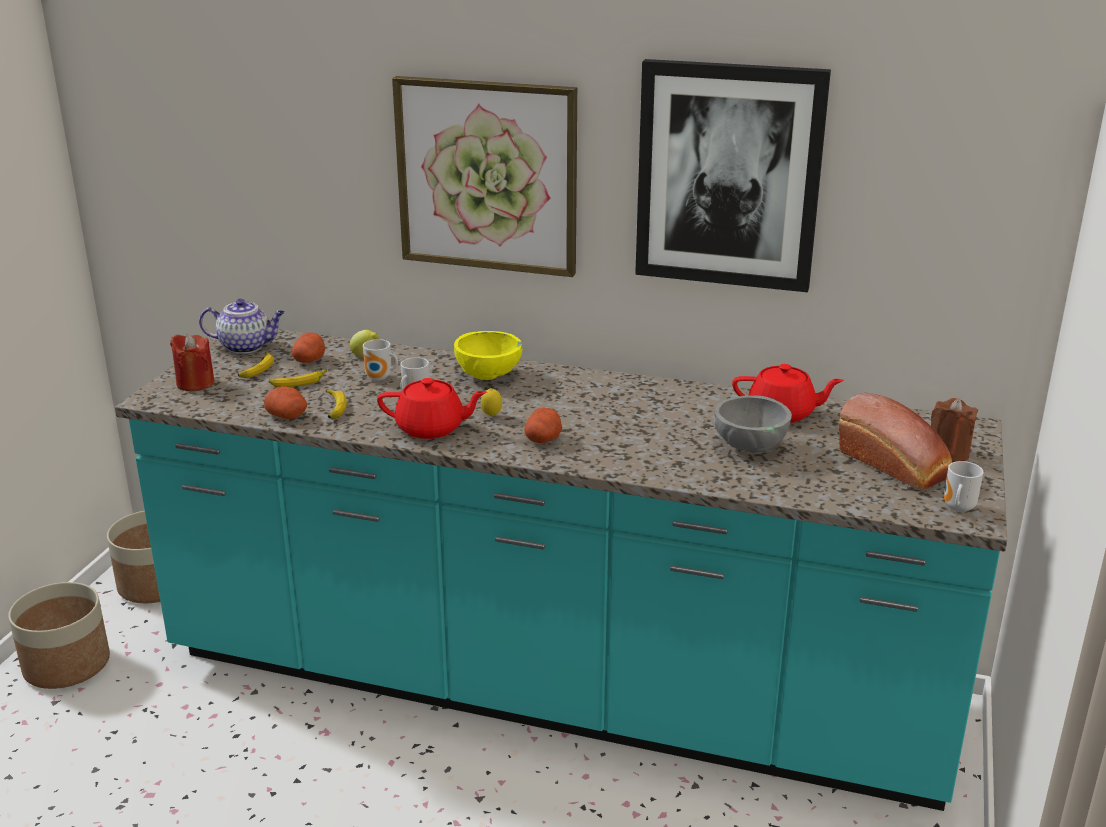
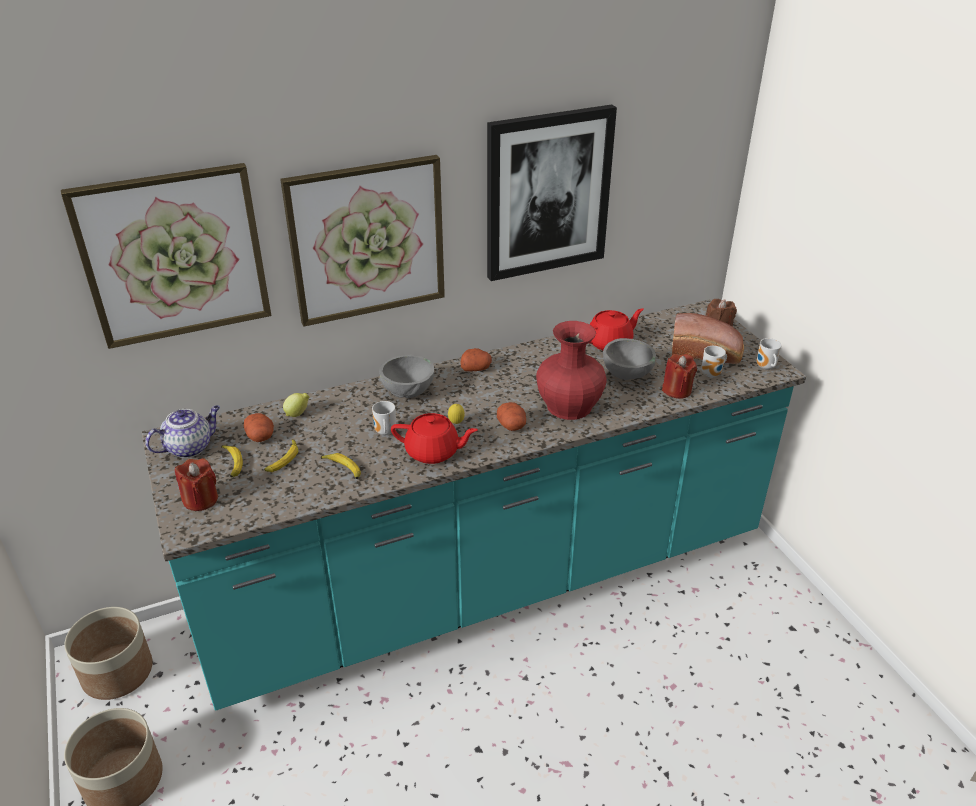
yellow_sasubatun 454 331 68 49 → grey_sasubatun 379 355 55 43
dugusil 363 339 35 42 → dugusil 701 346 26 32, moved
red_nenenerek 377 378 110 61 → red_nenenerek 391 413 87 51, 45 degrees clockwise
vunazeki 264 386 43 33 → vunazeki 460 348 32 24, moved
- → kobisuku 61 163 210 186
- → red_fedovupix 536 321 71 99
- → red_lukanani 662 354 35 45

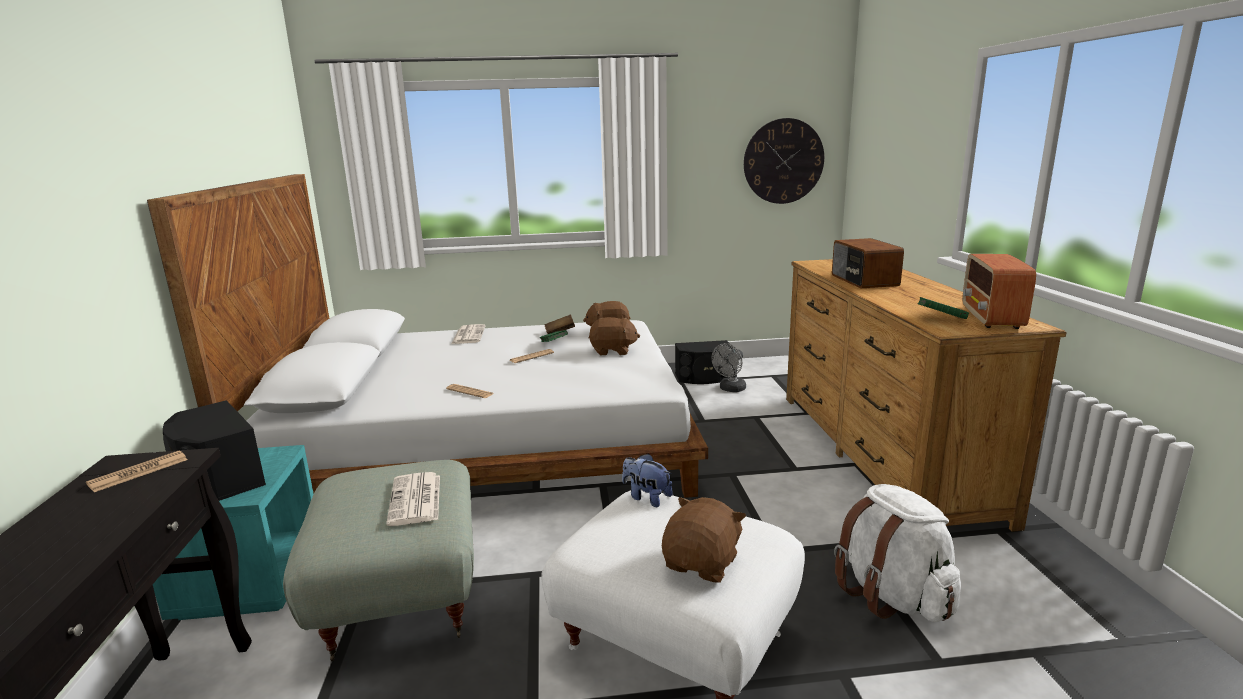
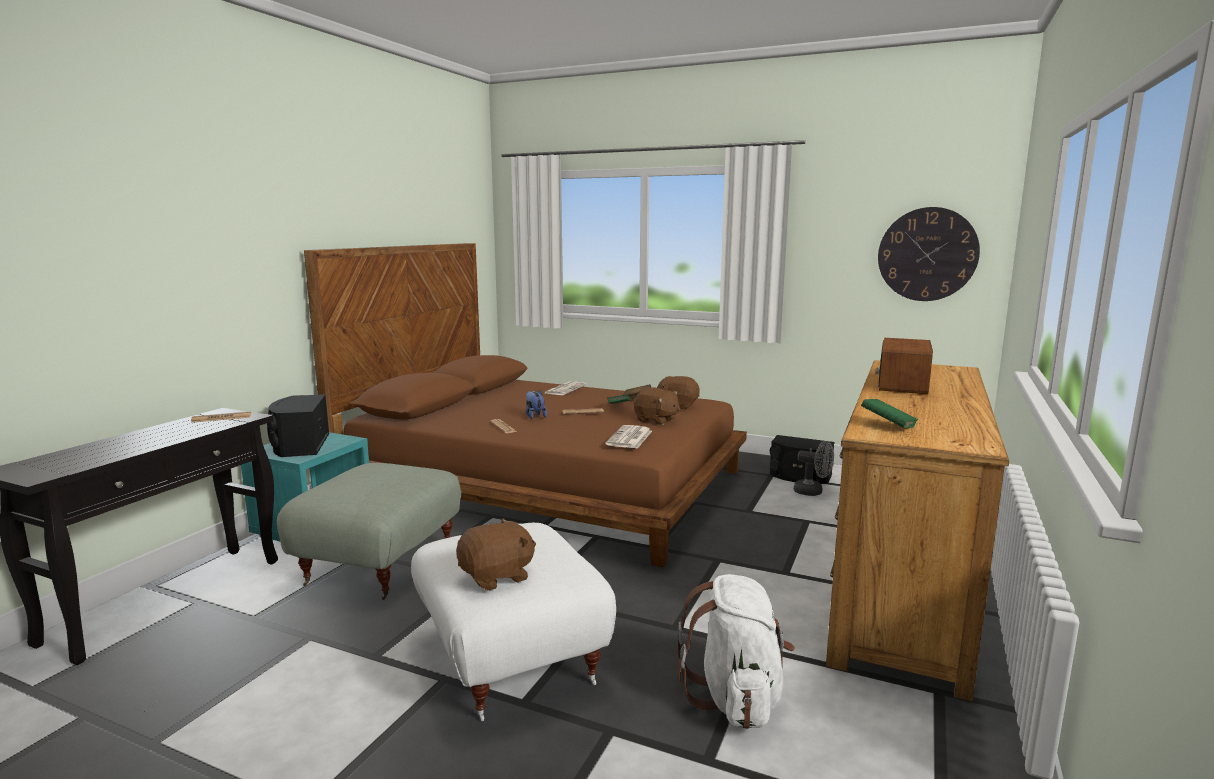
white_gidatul 147 174 561 324 → brown_gidatul 304 243 443 324
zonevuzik 962 254 74 75 → -
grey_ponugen 712 343 34 49 → grey_ponugen 794 441 40 55, 135 degrees counterclockwise
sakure 622 453 51 54 → sakure 526 390 21 29, moved
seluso 386 472 54 54 → seluso 605 425 47 24, moved

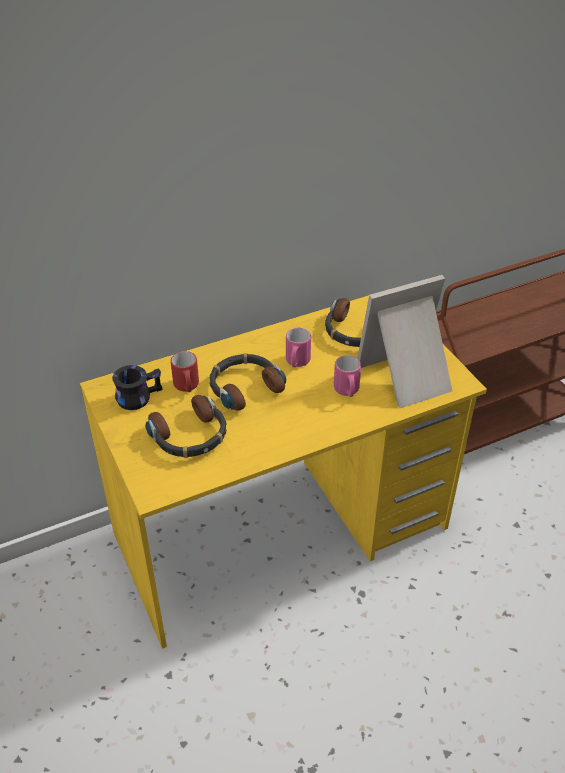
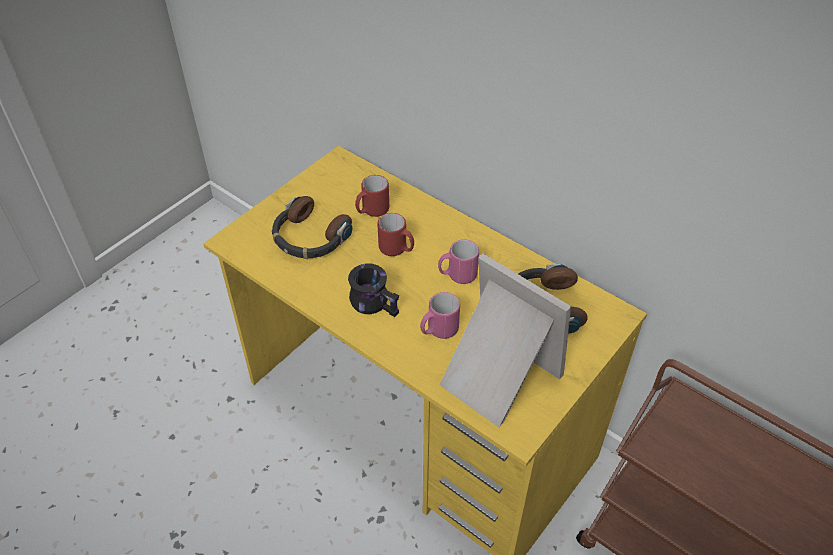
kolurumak 210 353 76 58 → red_dugusil 378 213 36 43
black_dugusil 112 365 50 45 → black_dugusil 348 264 51 53, moved

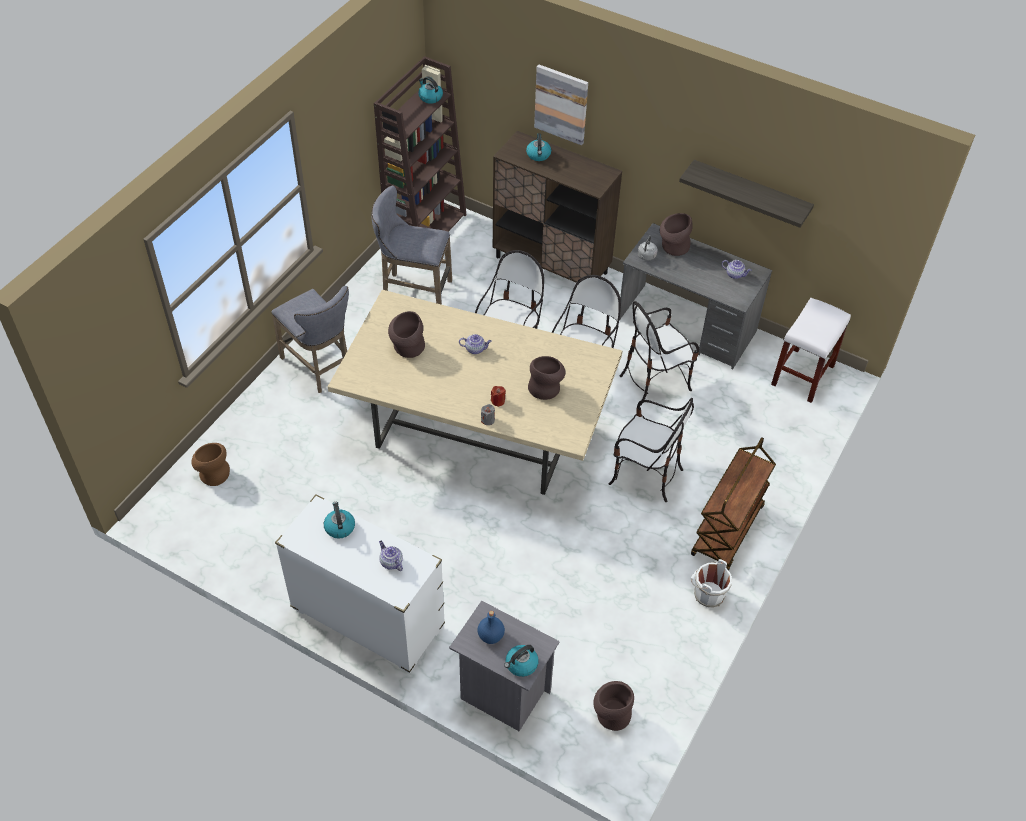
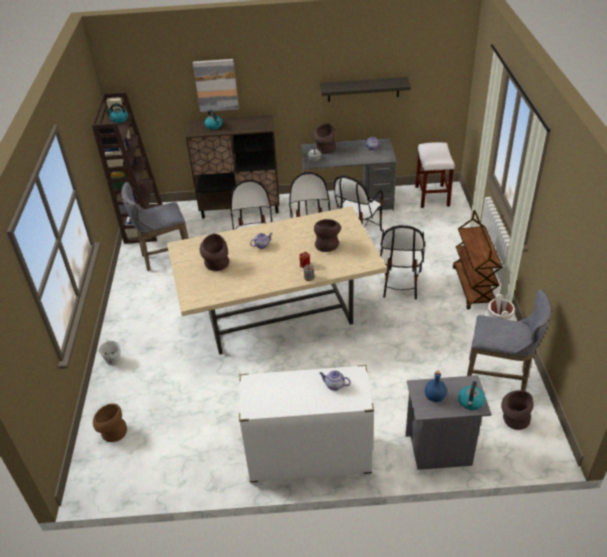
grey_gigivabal 271 286 78 107 → grey_gigivabal 467 290 85 101, moved
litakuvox 609 398 85 104 → litakuvox 380 225 45 75, 105 degrees clockwise
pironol 324 502 31 37 → -
- → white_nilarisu 98 338 23 27

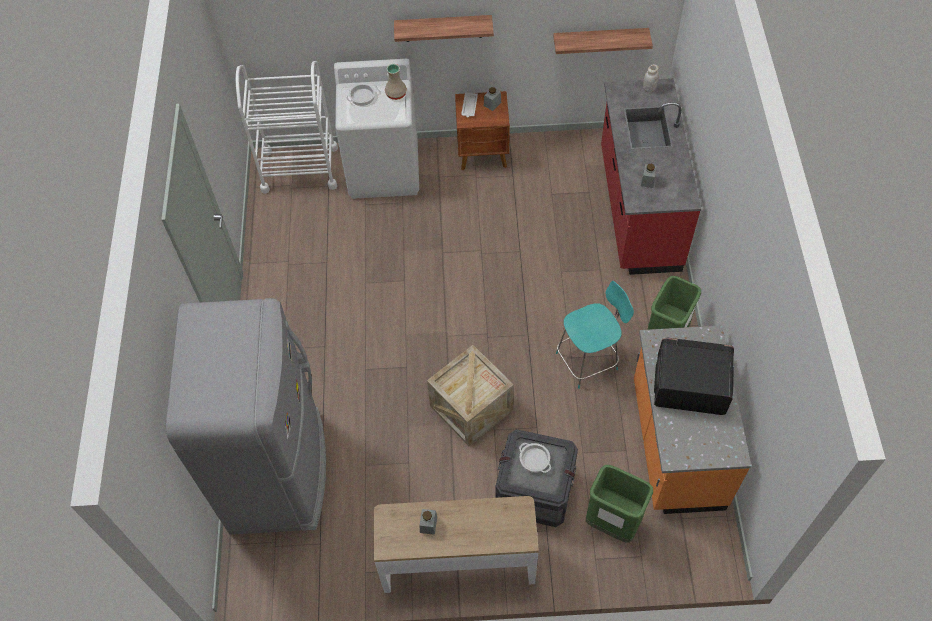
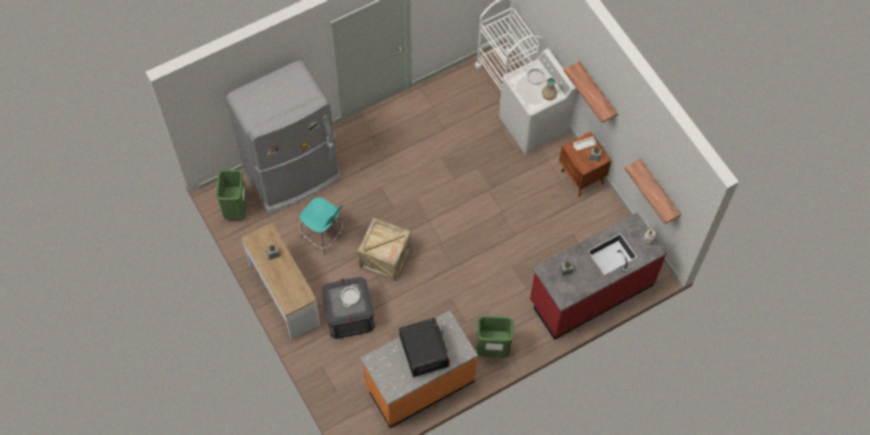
turquoise_gigivabal 556 281 78 108 → turquoise_gigivabal 300 197 44 57, moved
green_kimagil 586 465 67 78 → green_kimagil 216 170 32 50, moved

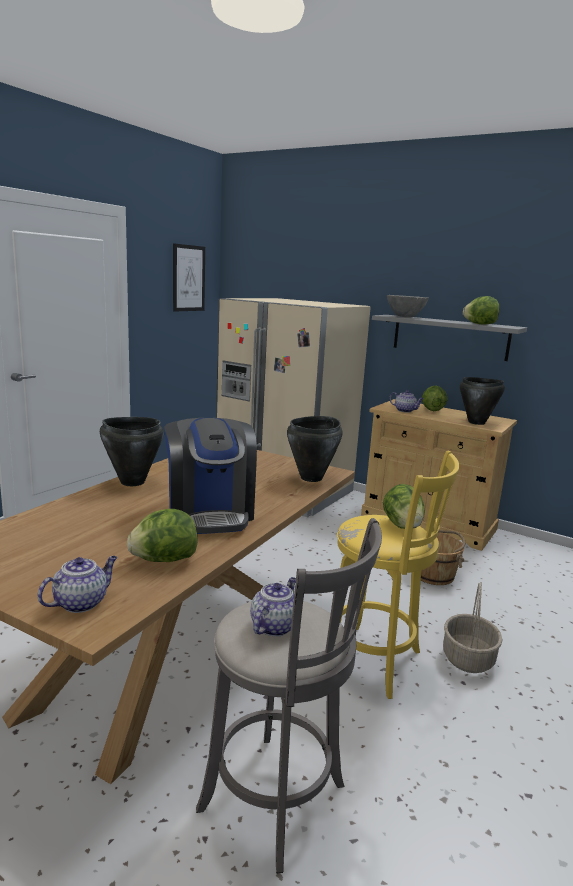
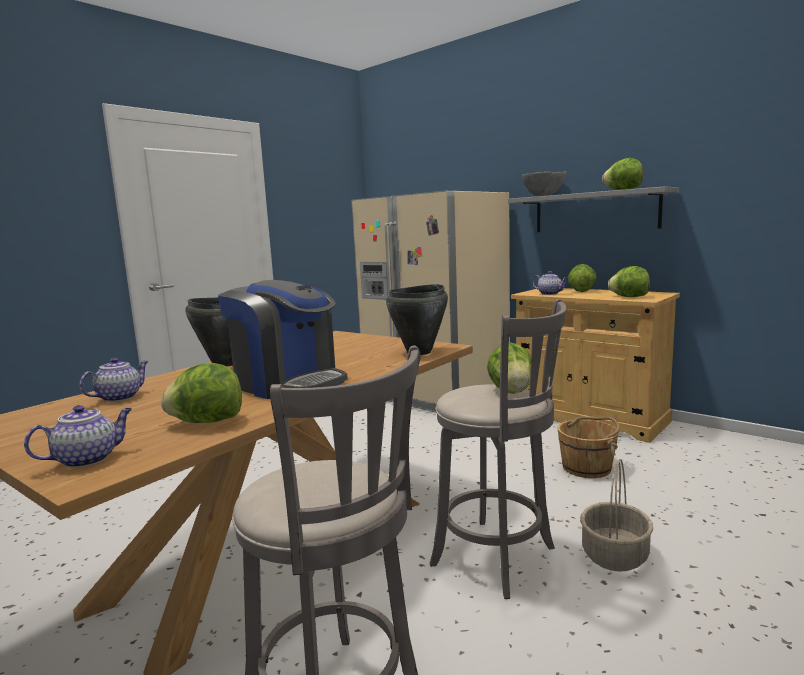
kobisuku 173 243 32 69 → -
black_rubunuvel 460 377 45 48 → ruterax 608 266 42 31
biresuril 164 418 93 116 → biresuril 218 280 130 119, 45 degrees counterclockwise
yellow_gigivabal 337 451 123 248 → grey_gigivabal 430 299 137 300
nenenerek 250 577 46 60 → nenenerek 79 358 70 44, moved

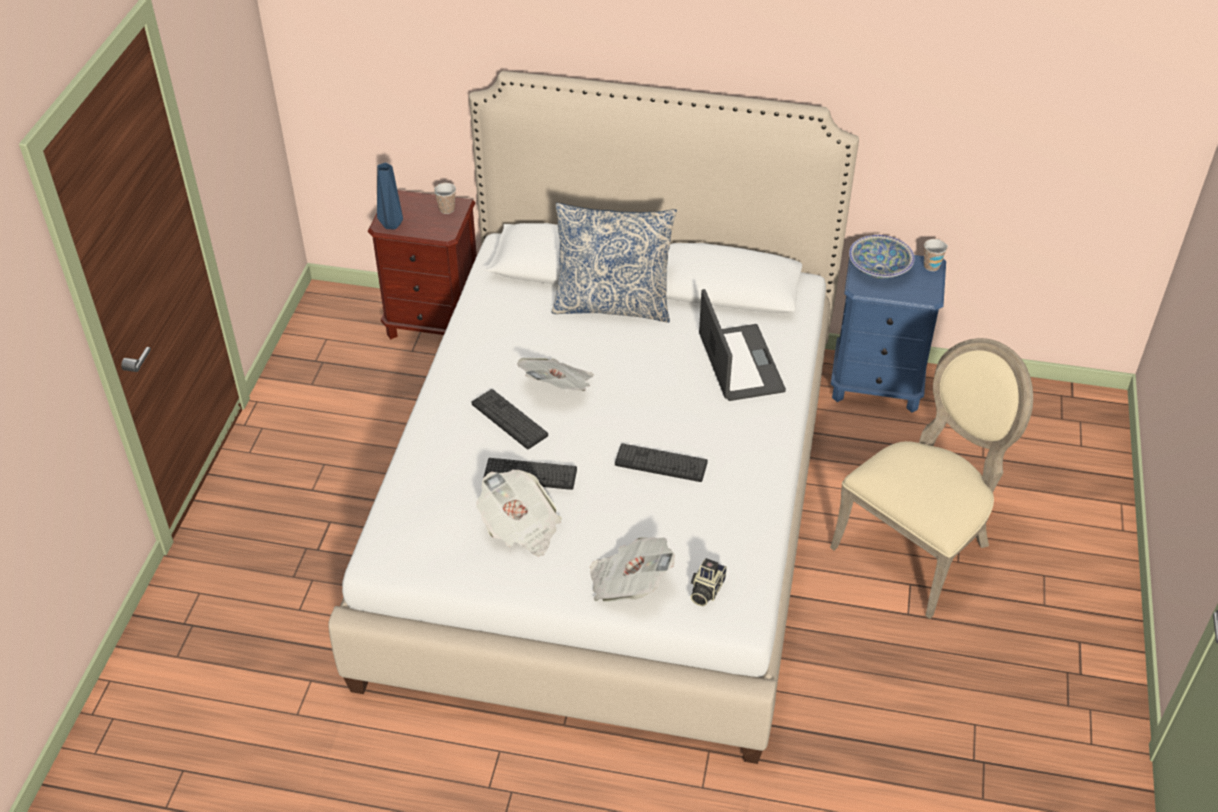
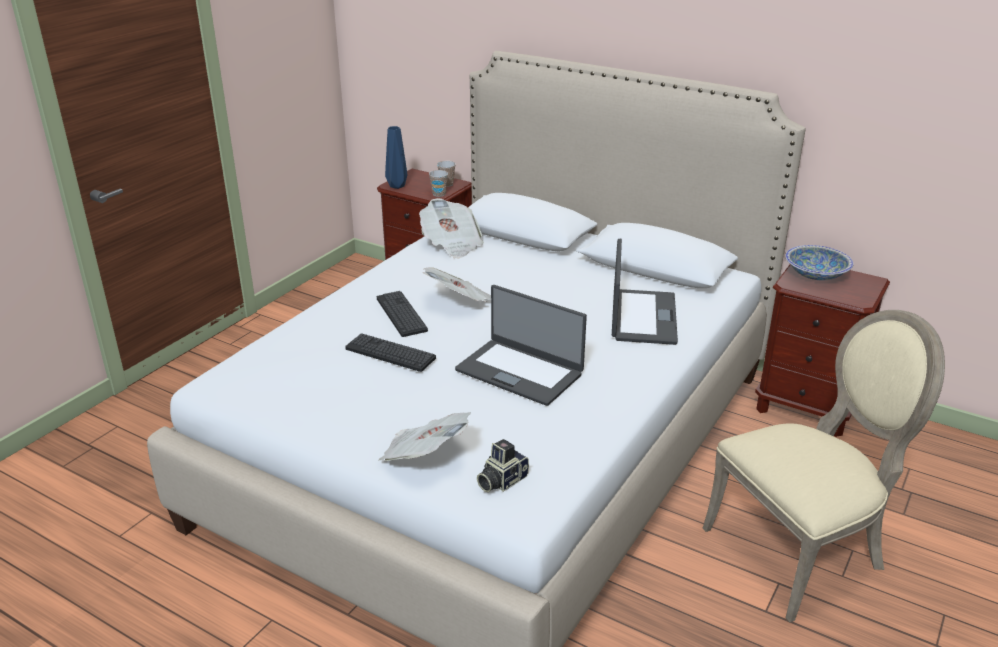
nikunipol 552 203 125 120 → -
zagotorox 924 239 23 32 → zagotorox 429 170 19 27, moved
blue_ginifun 831 255 115 158 → brown_ginifun 755 264 135 173
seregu 615 443 93 39 → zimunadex 455 285 132 121
seluso 476 470 86 86 → seluso 419 198 65 61, moved

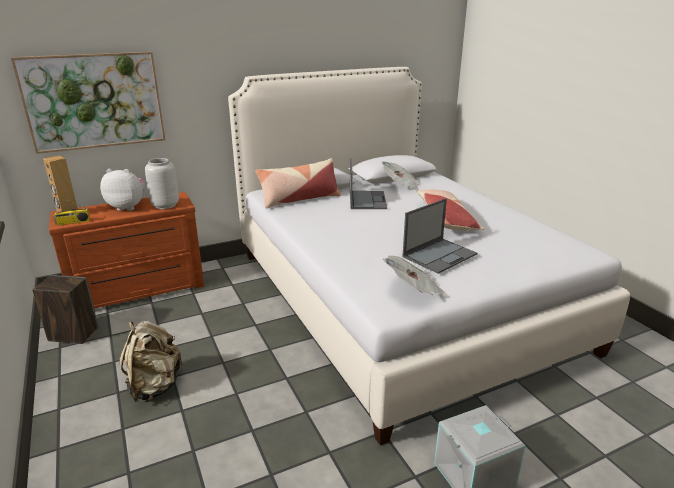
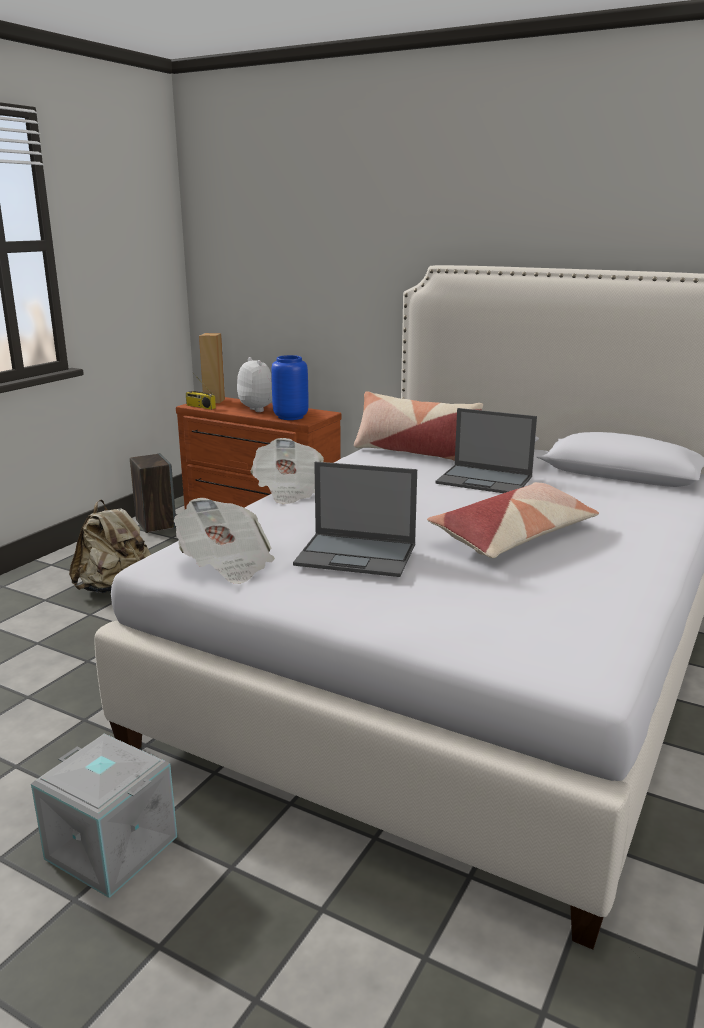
kobisuku 11 52 154 102 → -
grey_fedovupix 145 158 34 51 → blue_fedovupix 271 355 37 65
zimunadex 350 158 37 51 → zimunadex 436 408 101 85, 60 degrees clockwise
seluso 382 161 37 29 → seluso 251 438 73 66, moved

